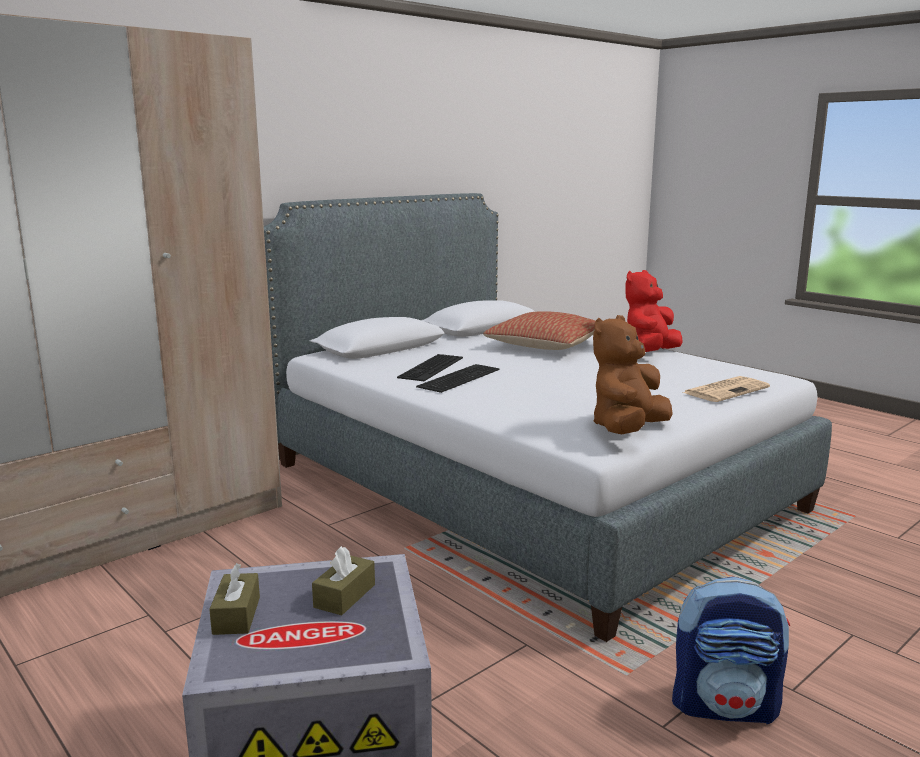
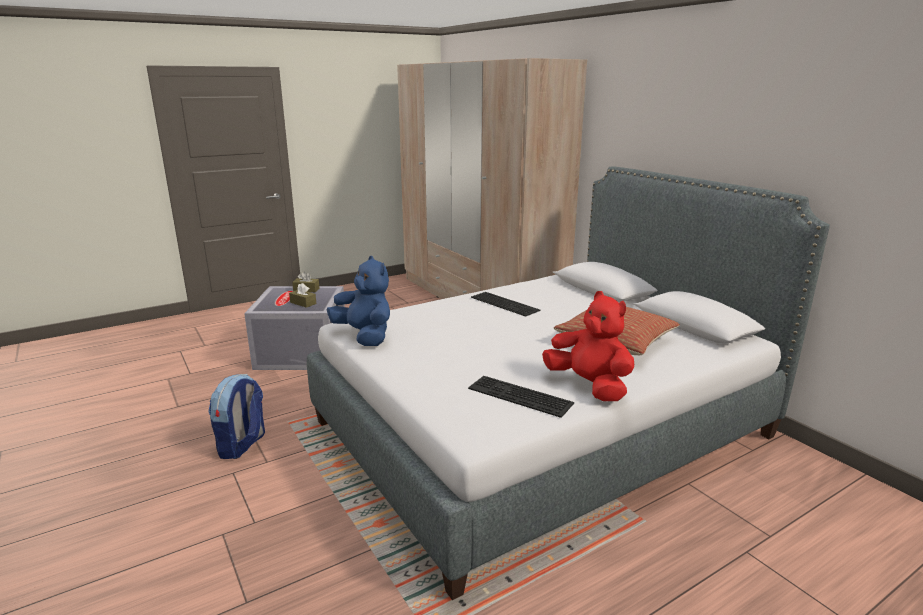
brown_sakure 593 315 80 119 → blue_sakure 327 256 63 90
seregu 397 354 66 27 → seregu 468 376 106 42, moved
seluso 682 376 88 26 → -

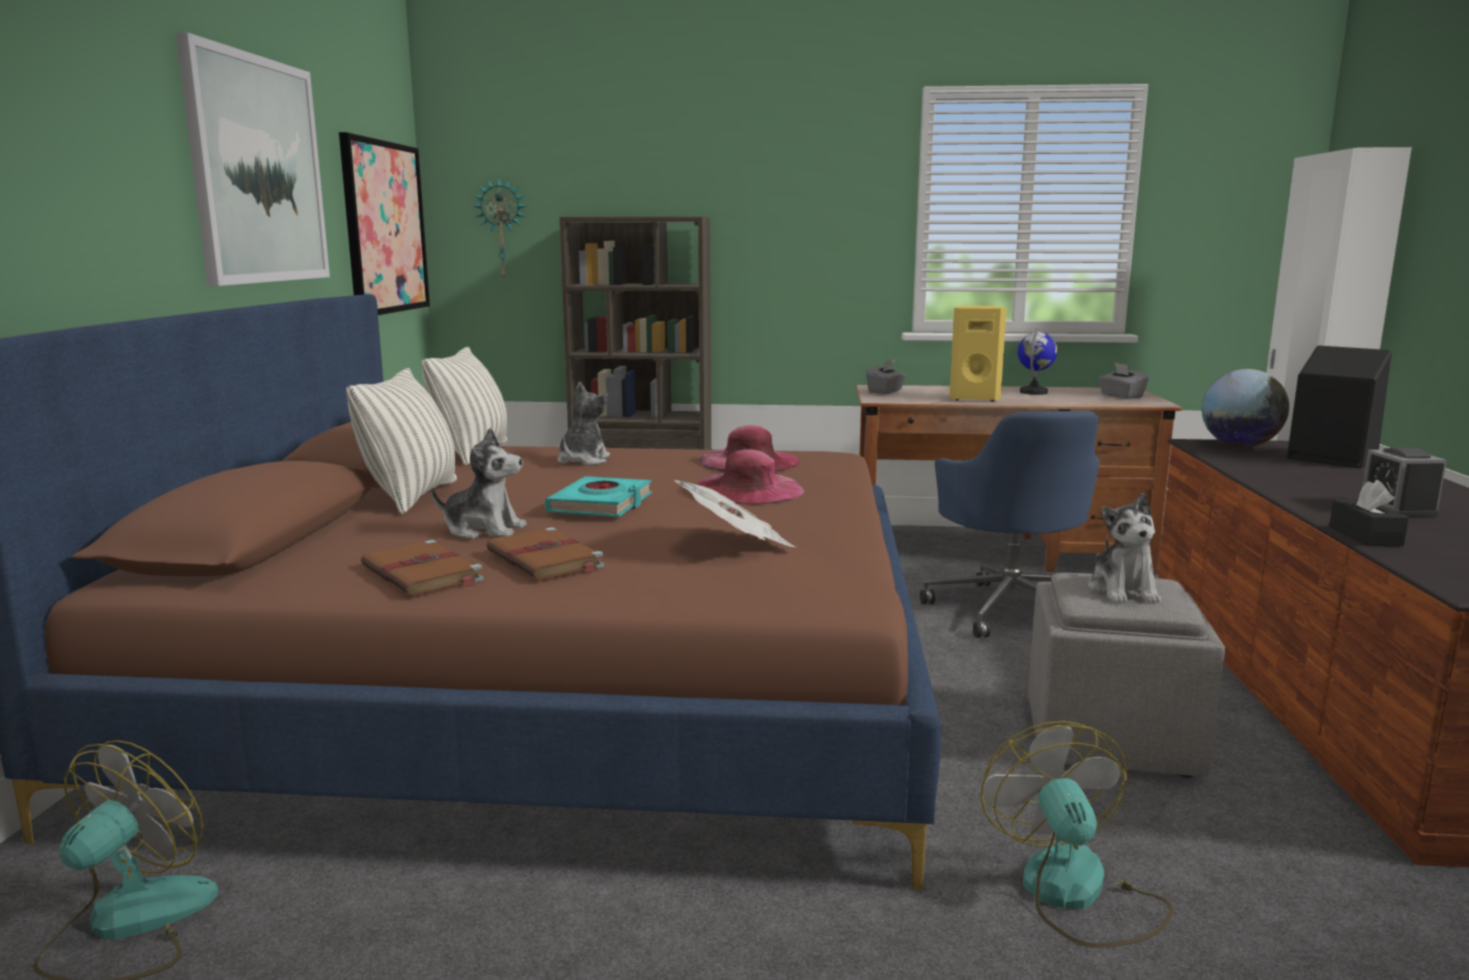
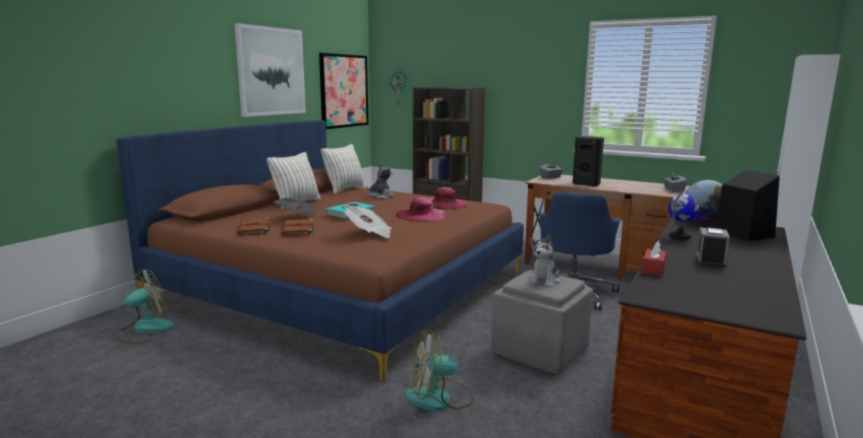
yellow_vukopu 949 306 58 95 → black_vukopu 572 136 32 51
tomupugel 1018 328 40 67 → tomupugel 668 191 31 49, moved
sakure 431 428 96 111 → seluso 274 198 43 15
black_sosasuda 1329 480 80 66 → red_sosasuda 641 241 25 35
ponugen 980 721 194 227 → ponugen 406 329 68 82, 120 degrees counterclockwise

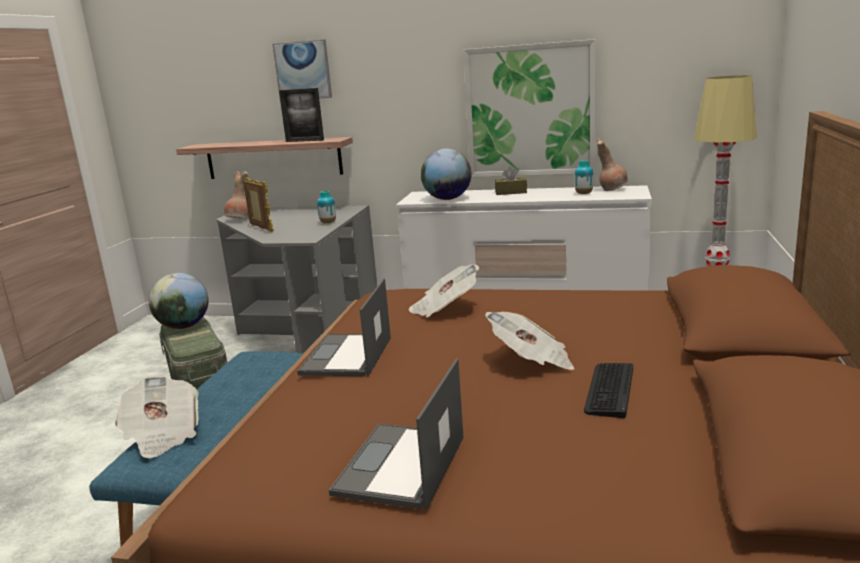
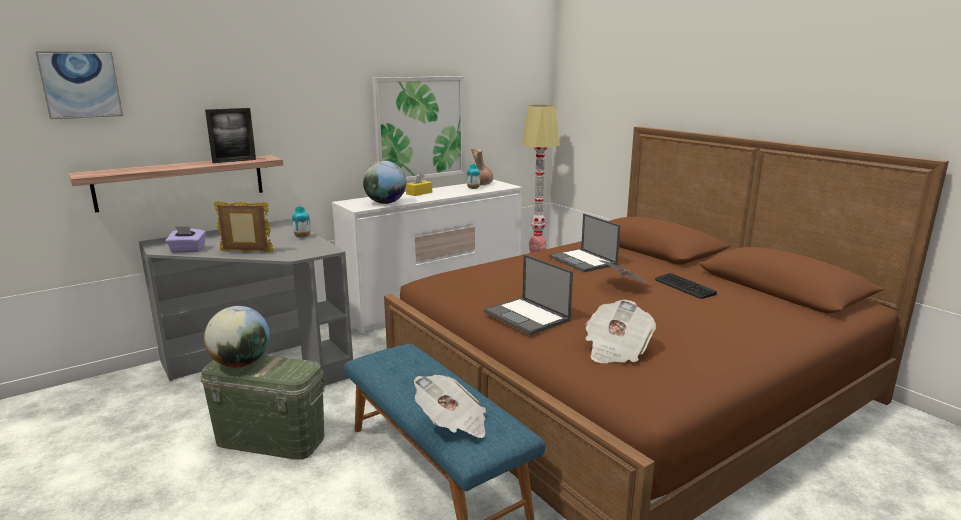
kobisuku 272 39 60 59 → kobisuku 35 51 88 68, moved
brown_sosasuda 495 167 32 28 → yellow_sosasuda 406 173 26 23
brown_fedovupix 224 172 25 47 → purple_sosasuda 165 226 41 26
seluso 408 264 72 53 → seluso 585 300 71 63, moved
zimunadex 329 358 135 152 → zimunadex 549 213 71 59, moved

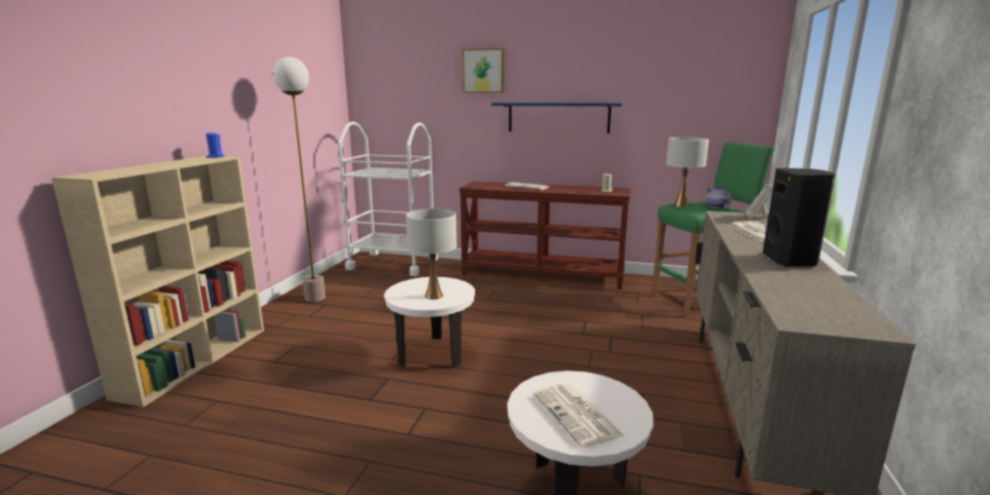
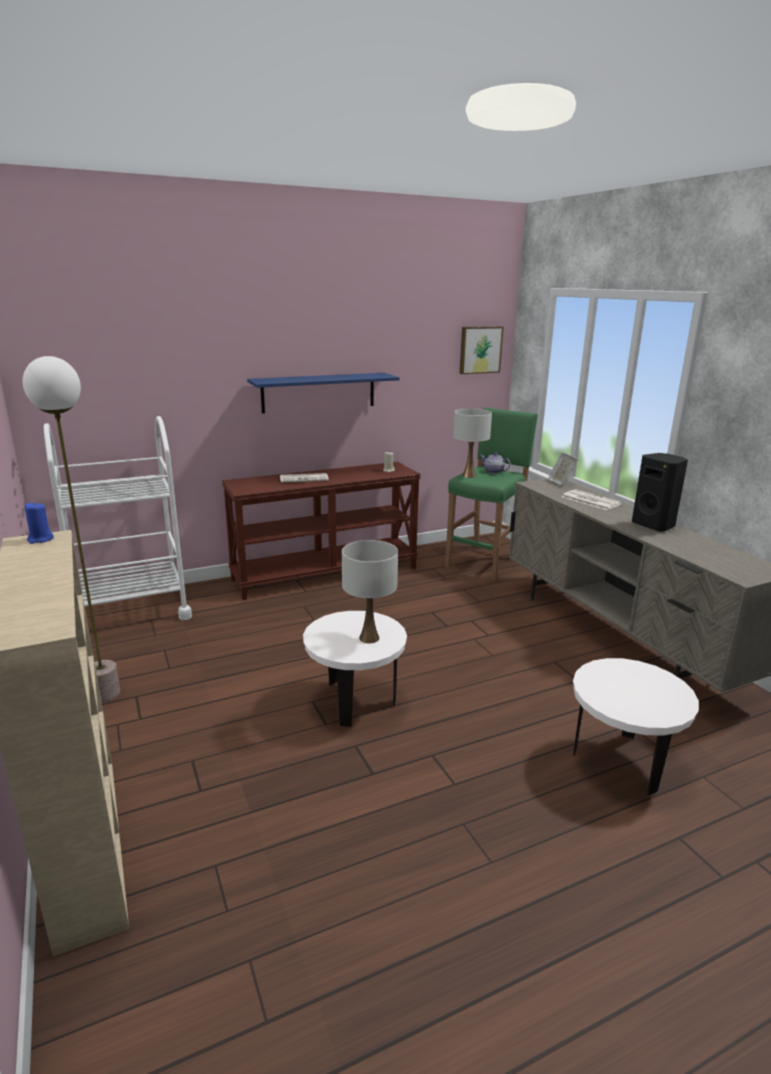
kobisuku 462 48 42 45 → kobisuku 460 326 44 48, moved
seluso 533 384 91 64 → -

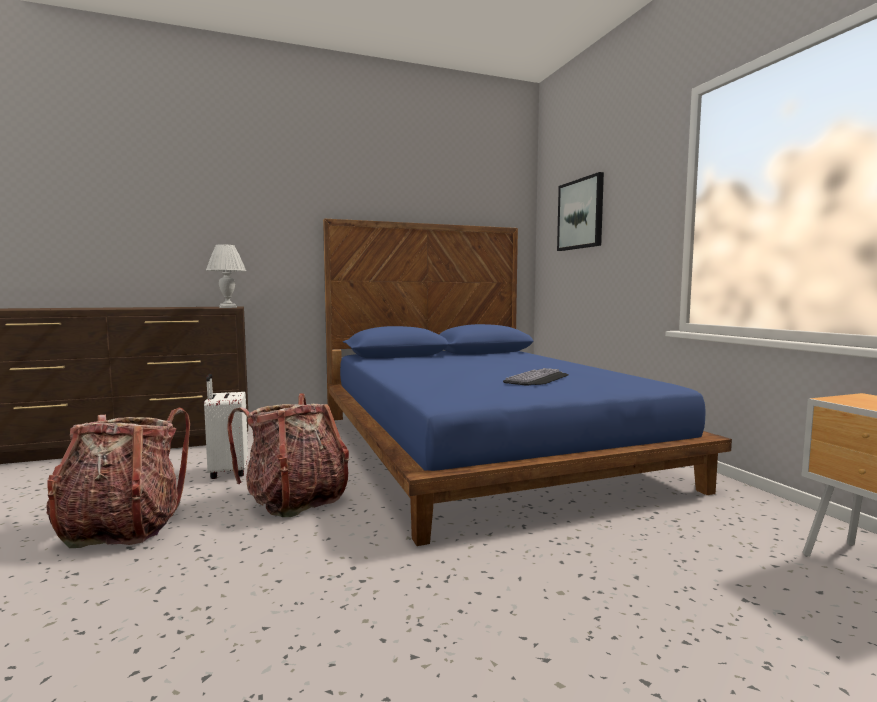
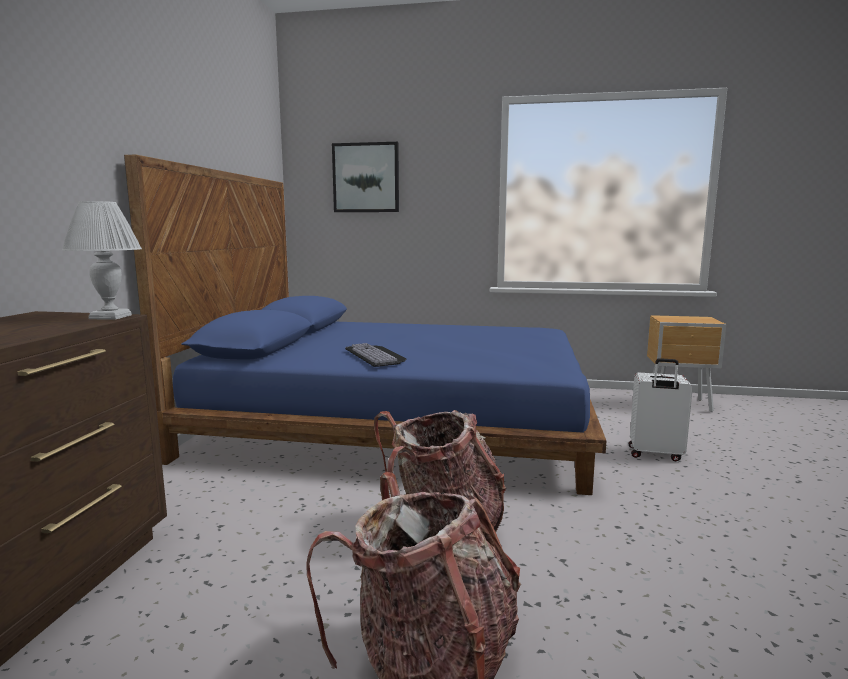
seregu 503 368 65 18 → seregu 345 343 61 24, moved
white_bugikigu 204 374 44 105 → white_bugikigu 629 358 64 104, moved

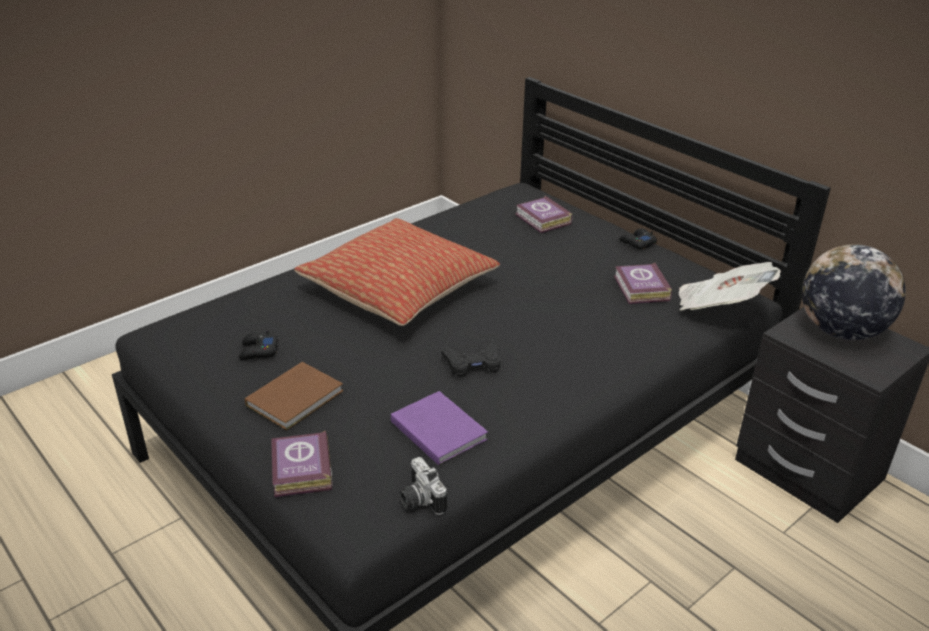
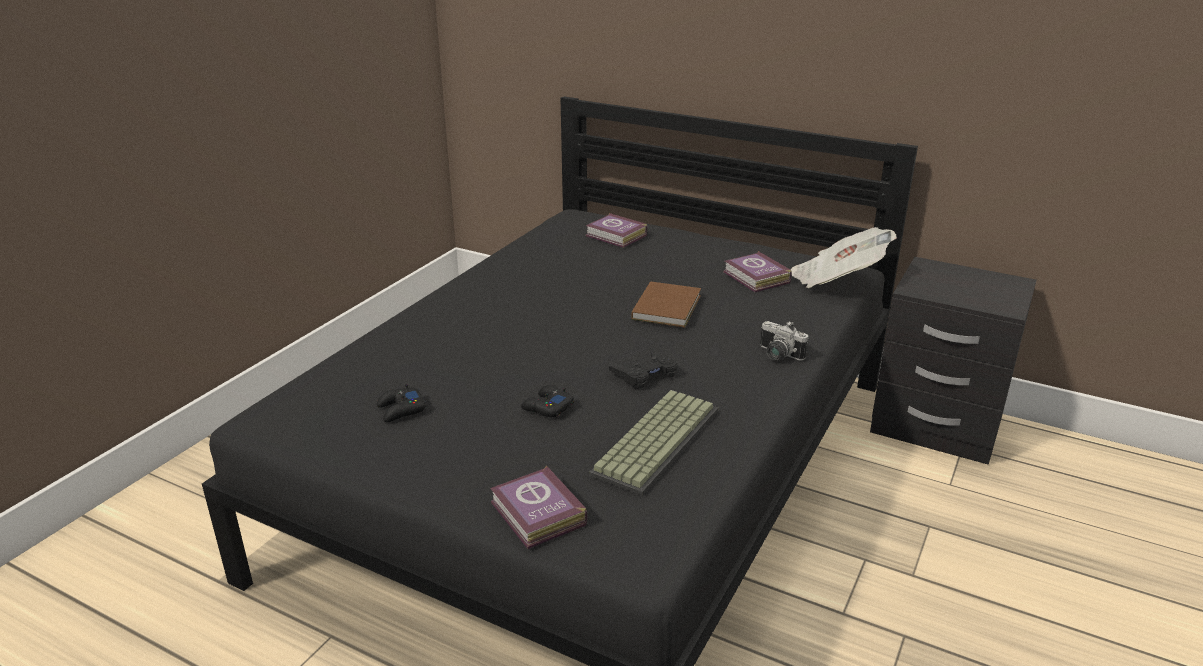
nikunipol 294 218 206 108 → -
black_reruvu 619 228 38 21 → black_reruvu 521 385 53 32, moved
tomupugel 802 244 104 96 → -
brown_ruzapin 245 362 98 69 → brown_ruzapin 631 281 70 47, moved
purple_ruzapin 391 391 97 74 → seregu 589 390 130 106
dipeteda 400 457 47 58 → dipeteda 760 321 49 40, moved

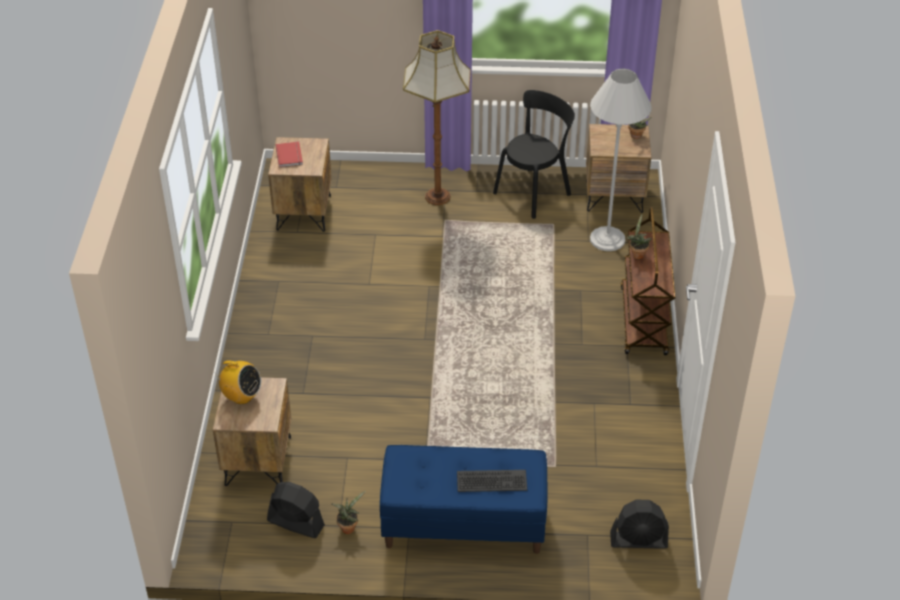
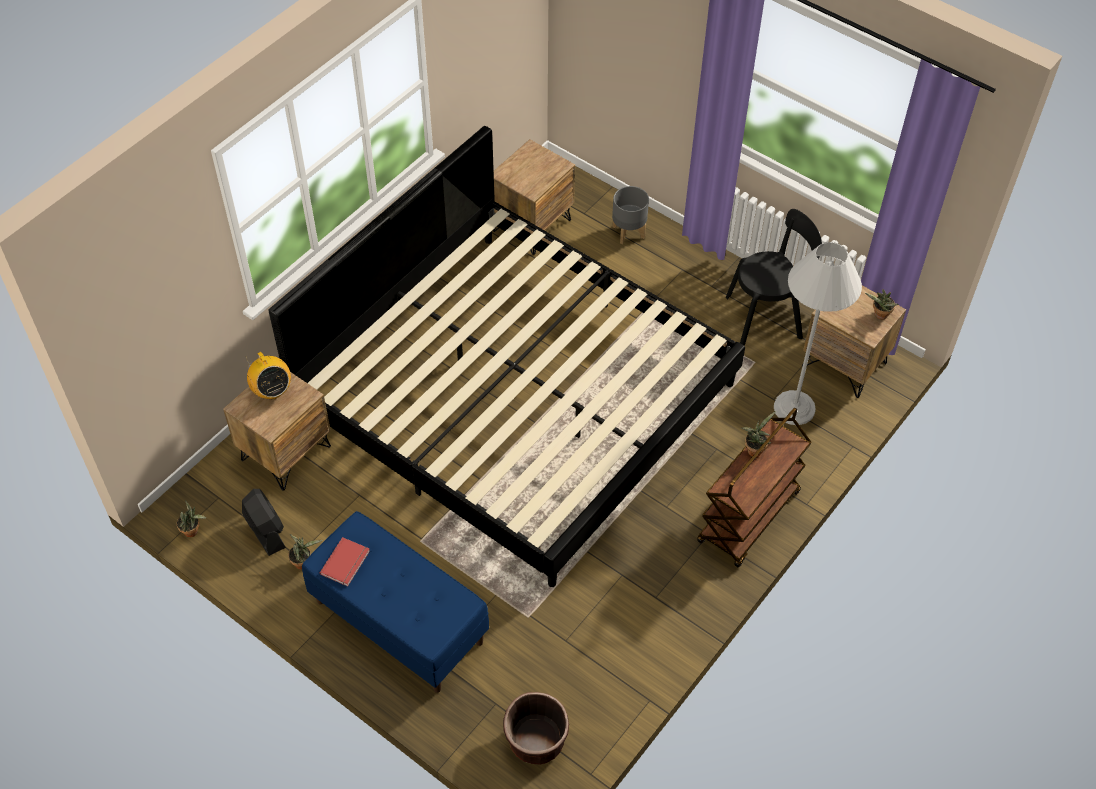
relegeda 403 30 68 175 → -
red_ruzapin 275 142 28 25 → red_ruzapin 320 537 50 49, moved
seregu 457 470 70 22 → -
black_ponugen 610 500 59 49 → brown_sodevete 503 692 66 73
- → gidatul 269 126 476 461
- → grey_sodevete 612 186 37 58
- → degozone 177 500 29 37

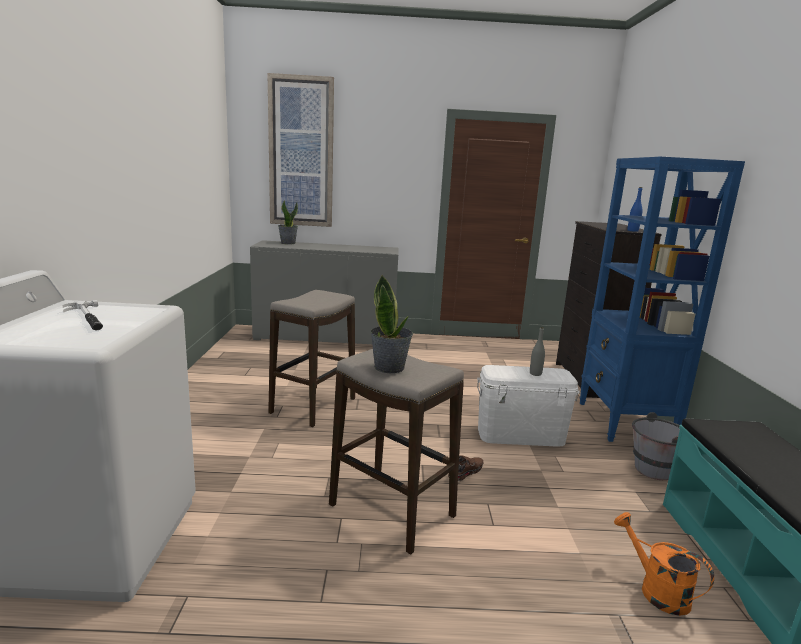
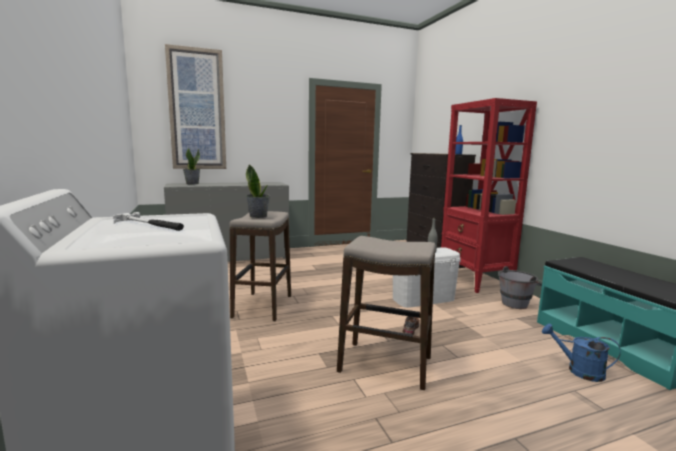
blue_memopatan 579 156 166 286 → red_memopatan 441 98 96 195
degozone 371 275 42 98 → degozone 246 164 24 54, moved
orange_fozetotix 614 512 100 104 → blue_fozetotix 542 324 79 58

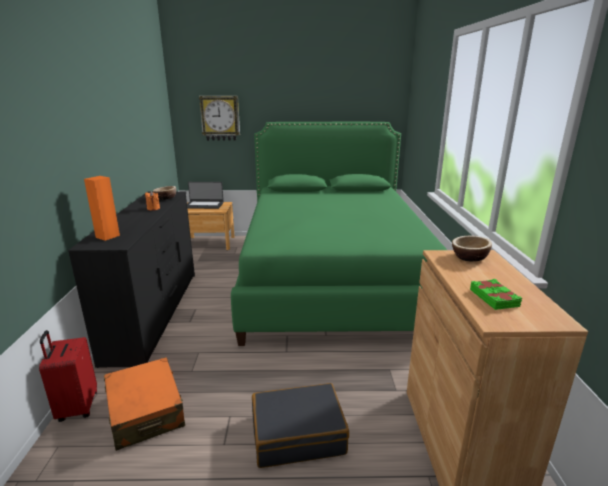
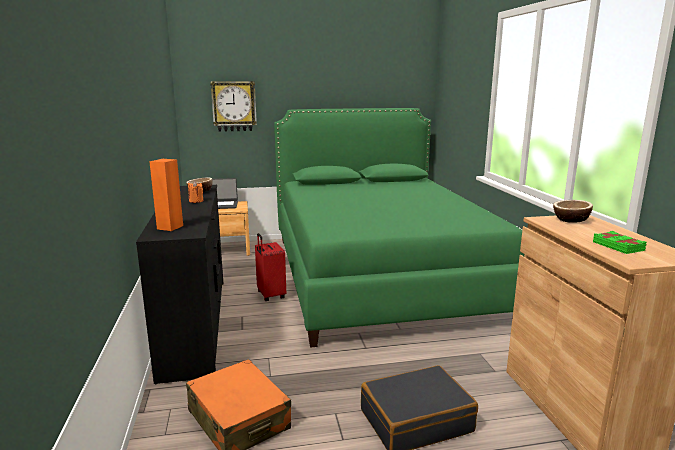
red_bugikigu 39 330 58 92 → red_bugikigu 255 233 31 68, moved

